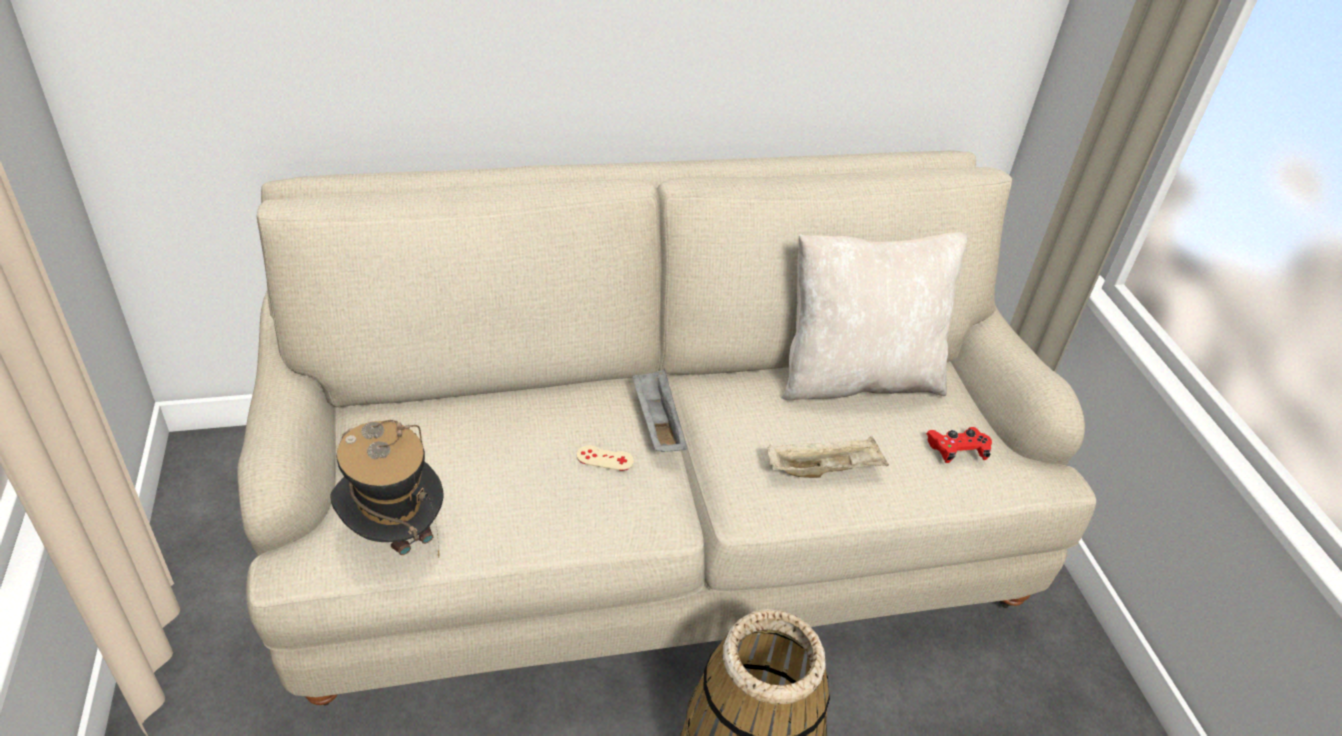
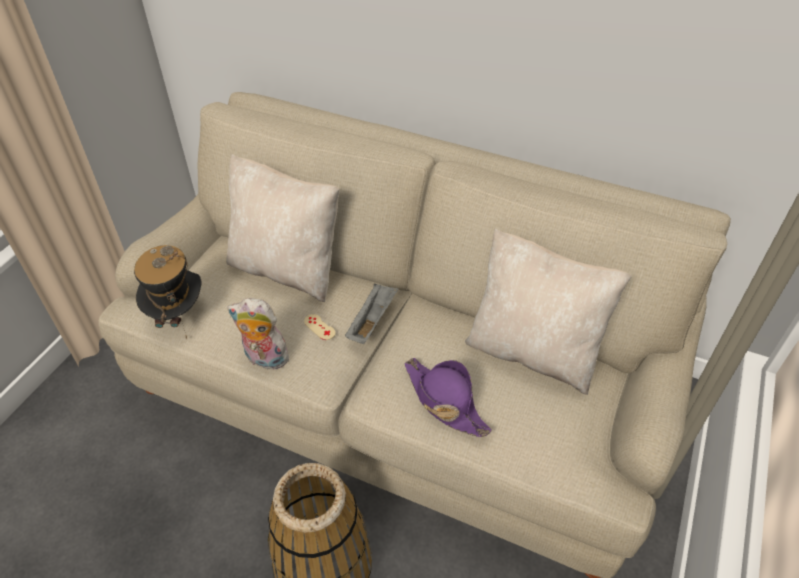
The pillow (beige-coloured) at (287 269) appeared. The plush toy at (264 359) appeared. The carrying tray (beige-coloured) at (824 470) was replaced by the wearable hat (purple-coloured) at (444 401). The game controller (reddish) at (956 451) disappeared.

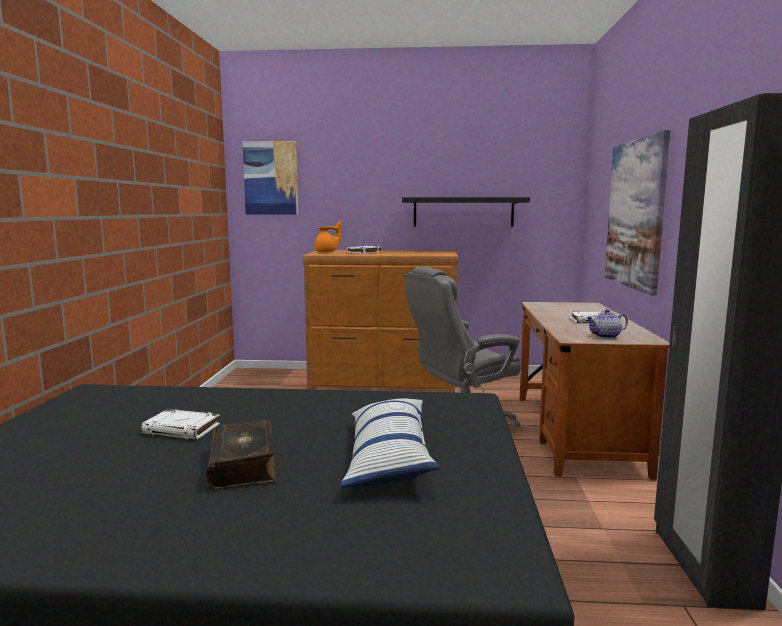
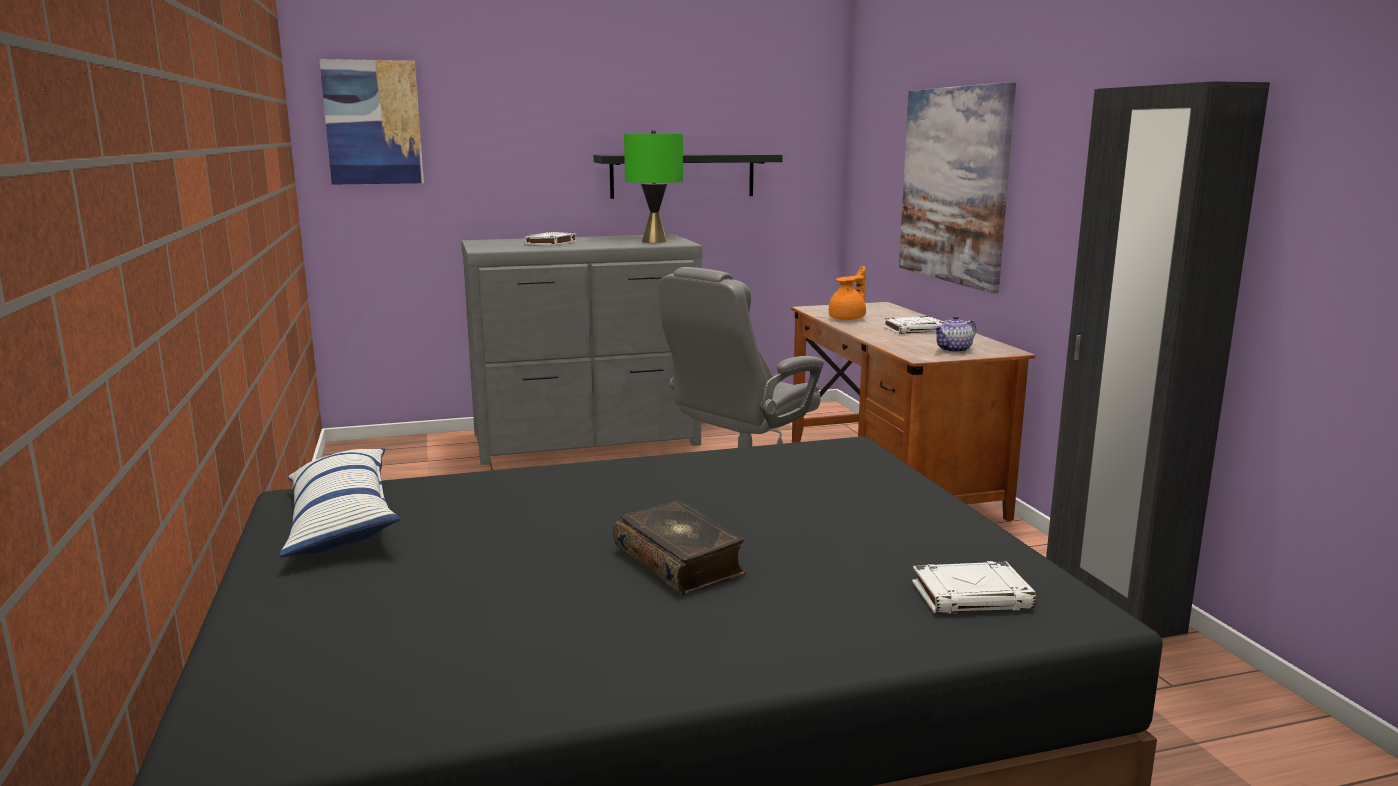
The pillow moved from (388 457) to (341 521). The drawer chest (brownish) at (383 382) became the drawer chest (greyish) at (587 440). The tabletop lamp (green) at (654 241) appeared. The teapot (orange-coloured) moved from (327 251) to (848 318). The book (whitish) moved from (182 429) to (972 595).

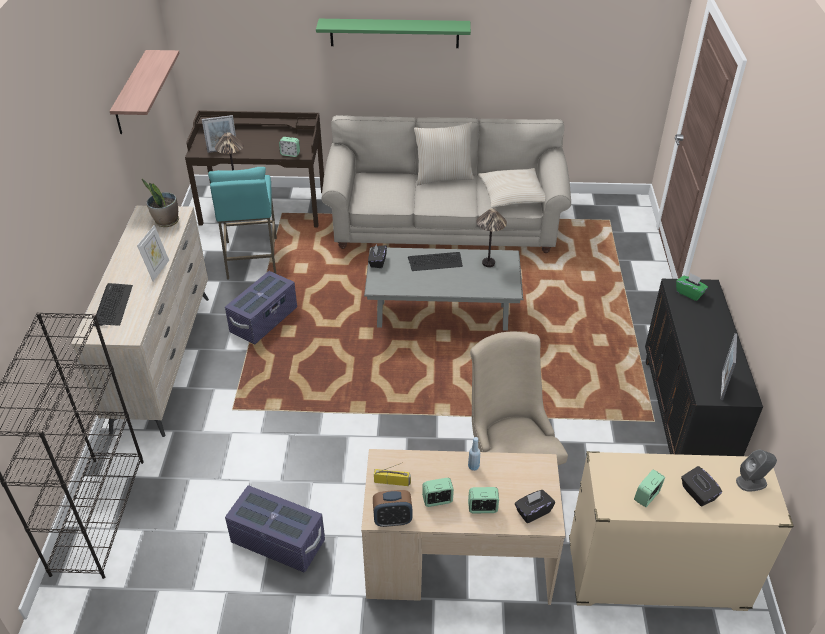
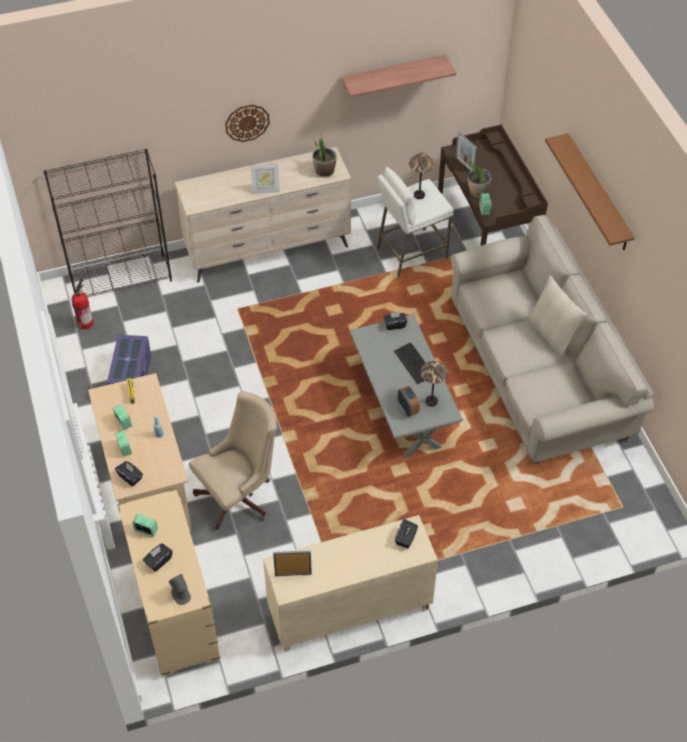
The extinguisher at (85 322) appeared. The clock on the wall at (247 122) appeared. The storage cabinet (black) at (684 420) became the storage cabinet (beige-coloured) at (349 612). The stool (turquoise-coloured) at (251 258) became the stool (whitish) at (411 253). The tissue holder (green) at (689 293) became the tissue holder (black) at (406 538). The bedside clock moved from (392 520) to (407 409). The houseplant at (478 192) appeared. The wall shelf (green) at (394 33) became the wall shelf (brownish) at (598 193). The computer keyboard at (113 305) disappeared. The storage box (purple-coloured) at (264 320) disappeared. The pillow (beige-coloured) at (512 195) disappeared.

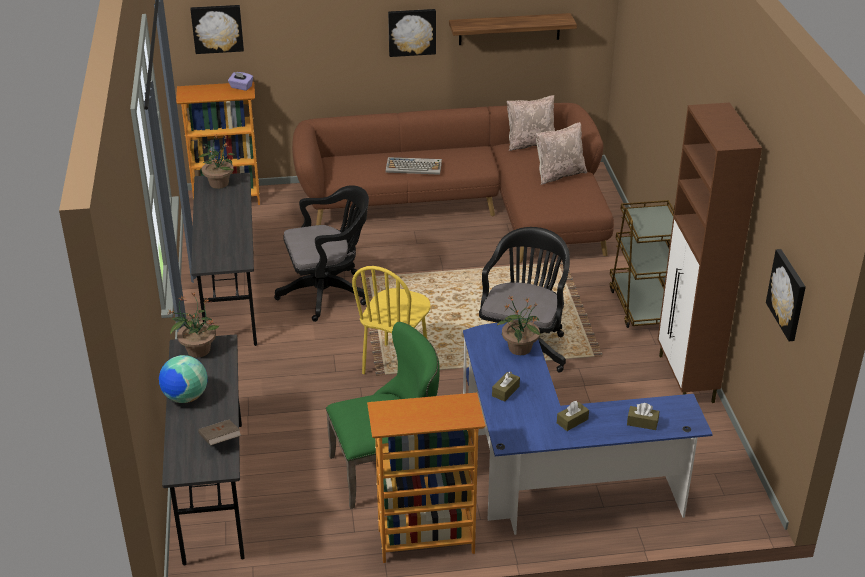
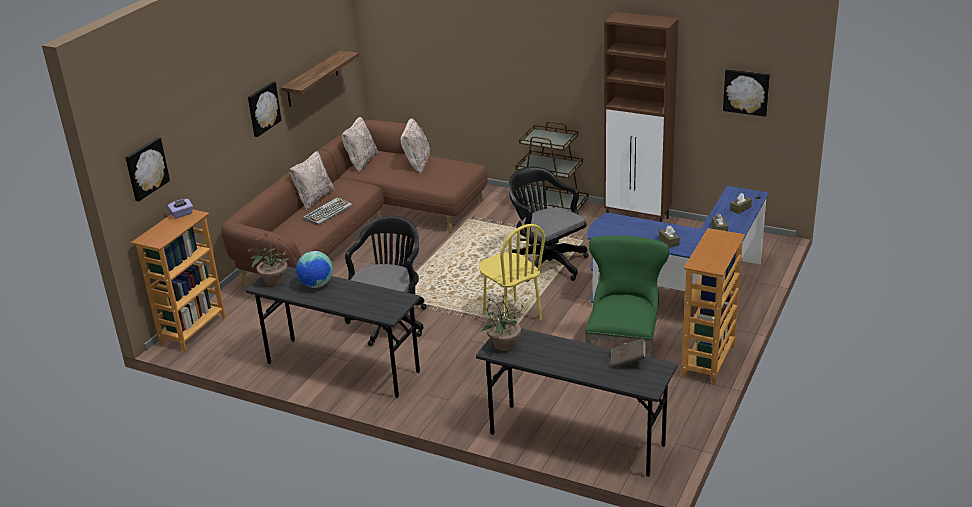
The pillow (beige-coloured) at (314 198) appeared. The globe moved from (185 397) to (316 285). The houseplant at (519 349) disappeared.

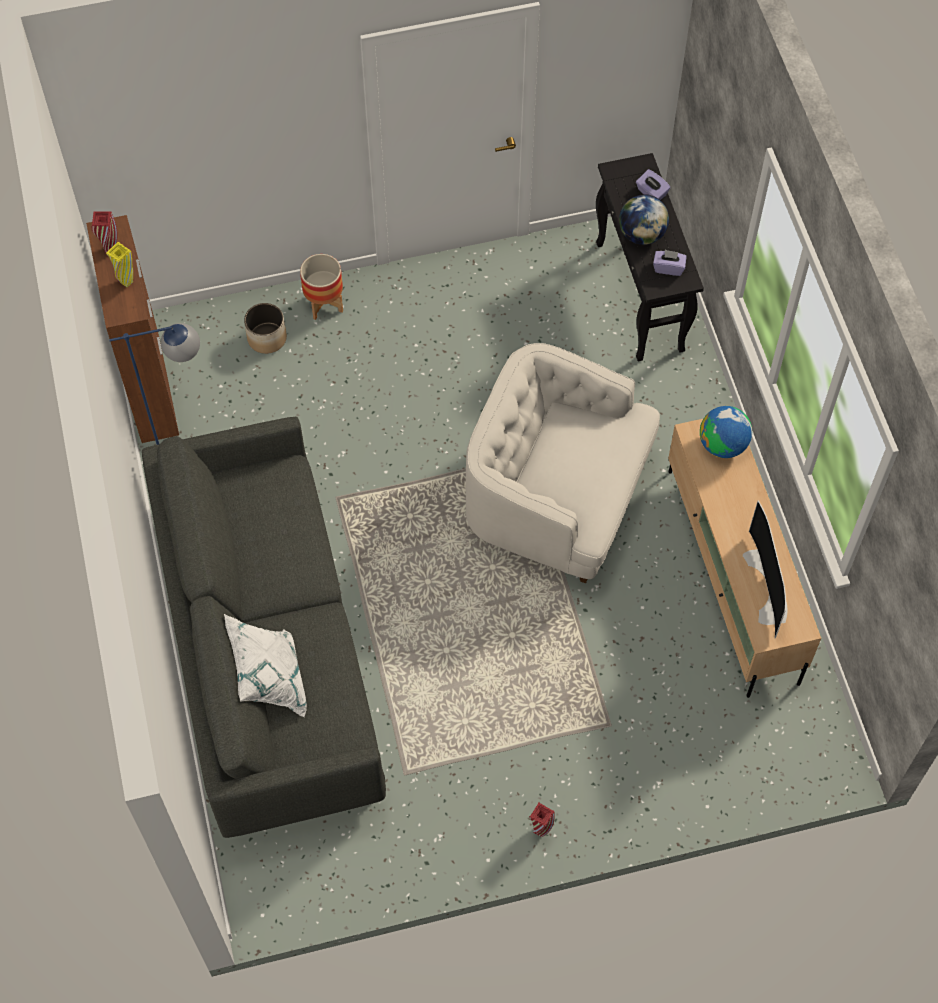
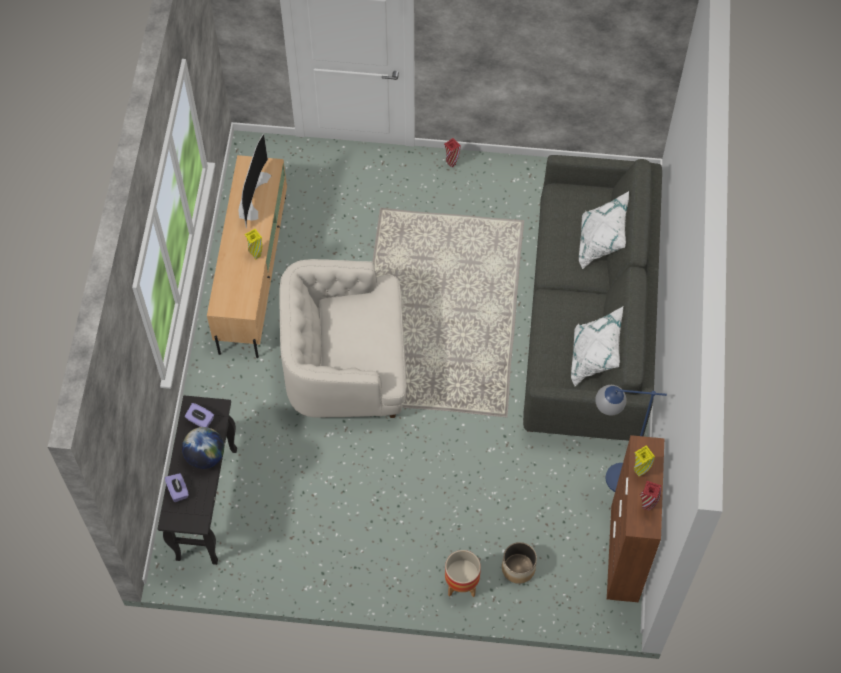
The decorative vase (yellow) at (256 255) appeared. The lounge chair (whitish) at (557 497) turned 135 degrees clockwise. The pillow (whitish) at (594 358) appeared. The globe at (723 445) disappeared.

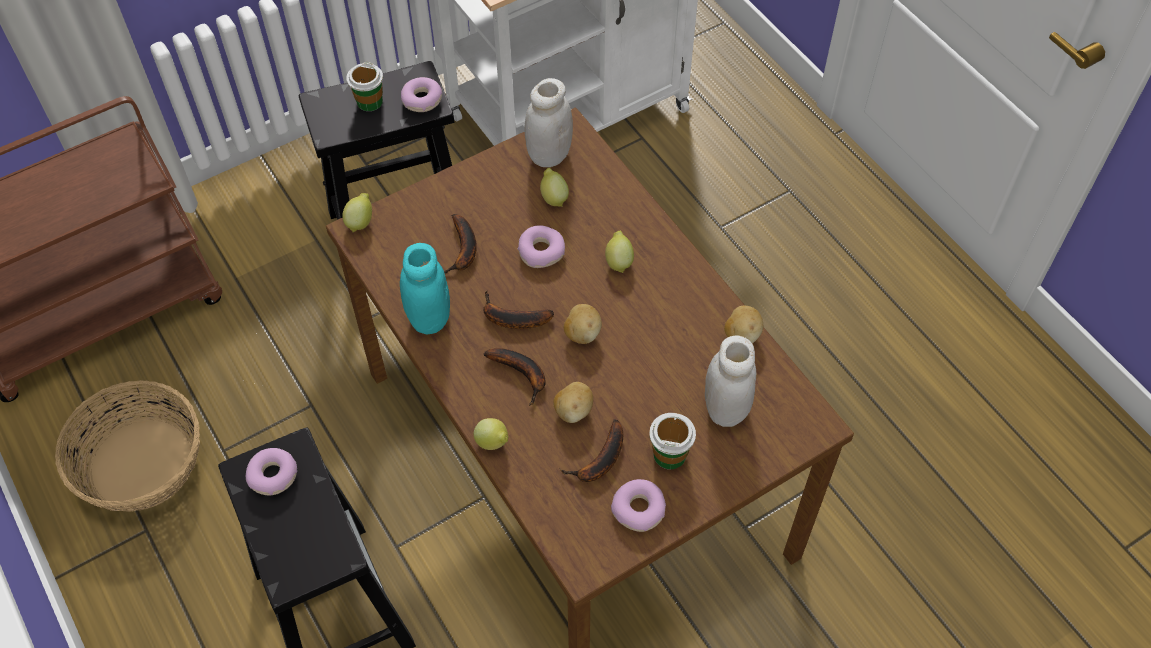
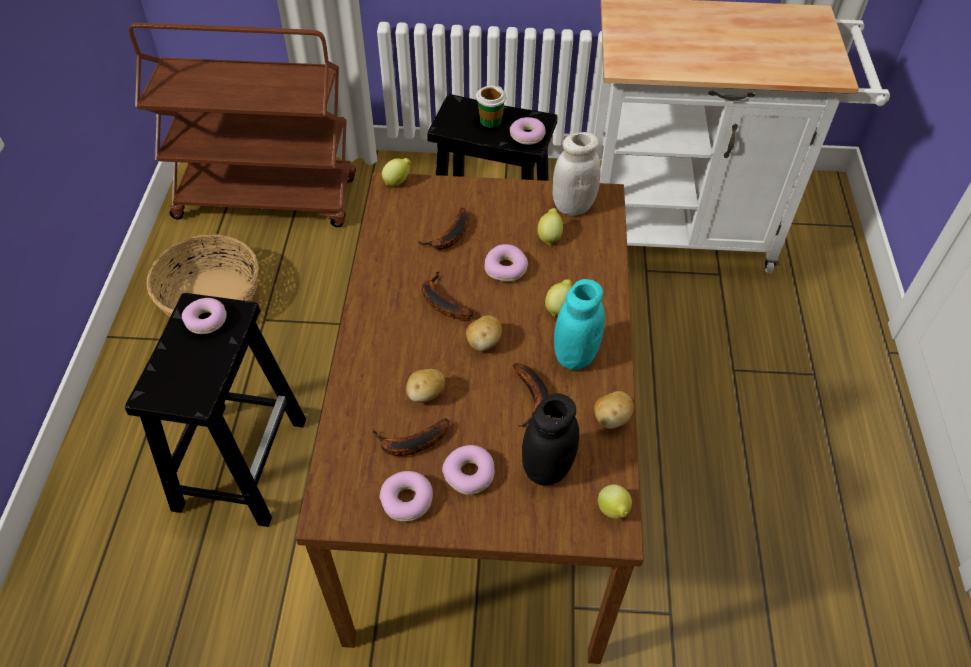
The drinking cup at (669 454) was replaced by the doughnut at (469 474). The banana fruit moved from (522 374) to (533 399). The preserve jar (whitish) at (726 409) became the preserve jar (black) at (547 468). The preserve jar (turquoise-coloured) moved from (429 318) to (575 355). The citrus fruit moved from (493 443) to (613 511).

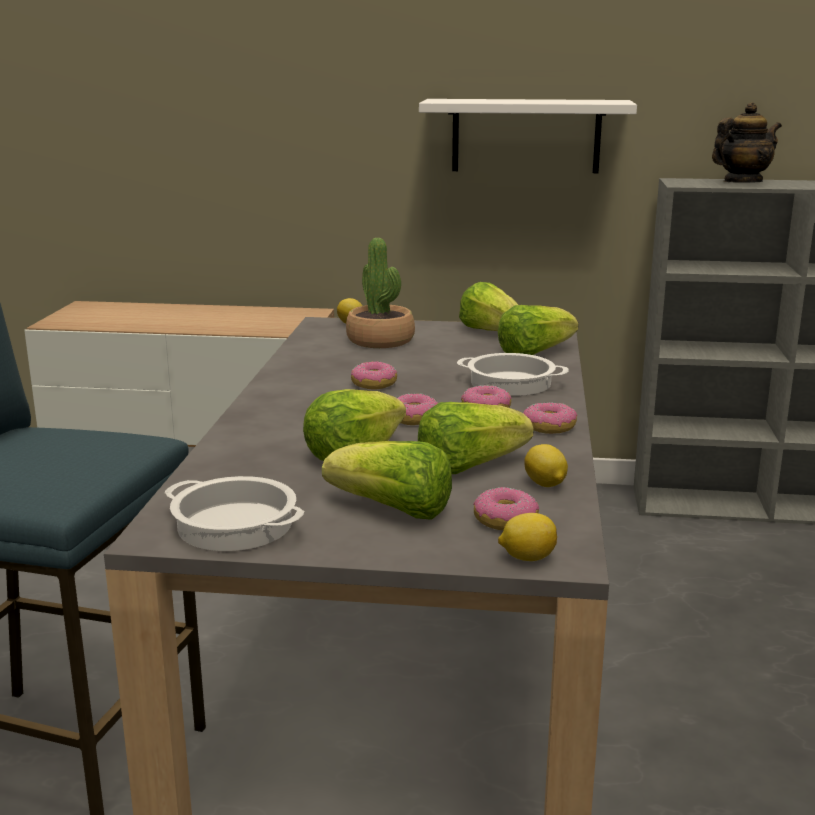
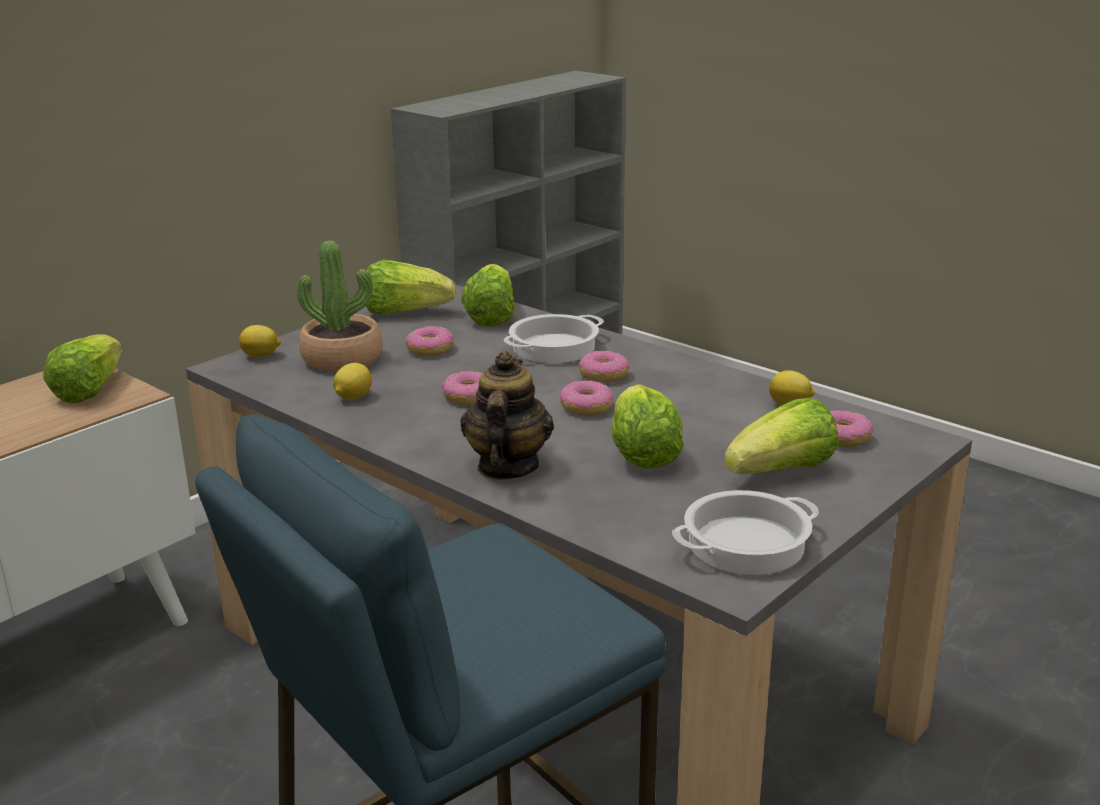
The lettuce moved from (468 467) to (89 390). The citrus fruit moved from (527 557) to (353 397). The doughnut moved from (549 427) to (430 349). The teapot moved from (742 182) to (507 467). The wall shelf (whitish) at (526 136) disappeared.

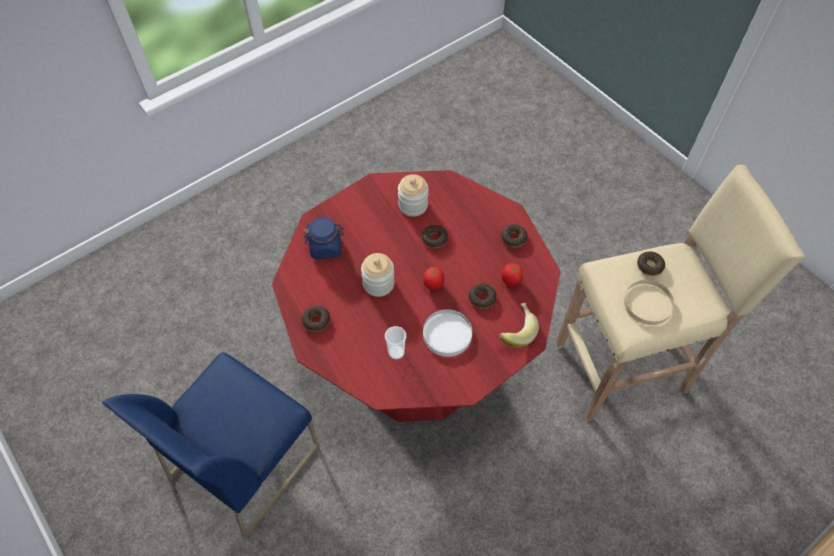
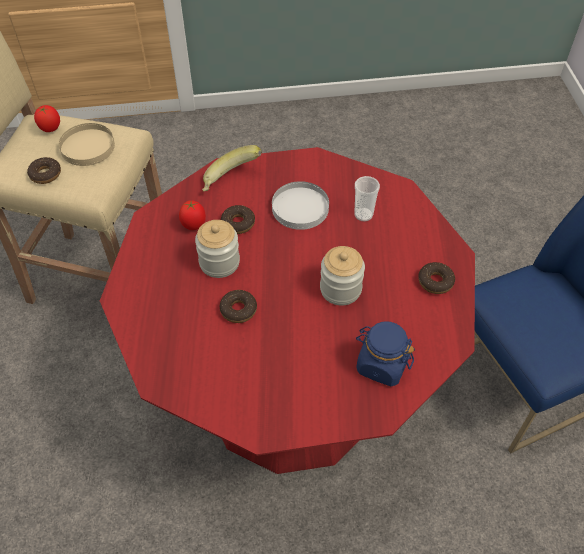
The whole tomato moved from (433 285) to (50 129). The preserve jar moved from (413 205) to (219 262). The doughnut at (513 238) disappeared.

